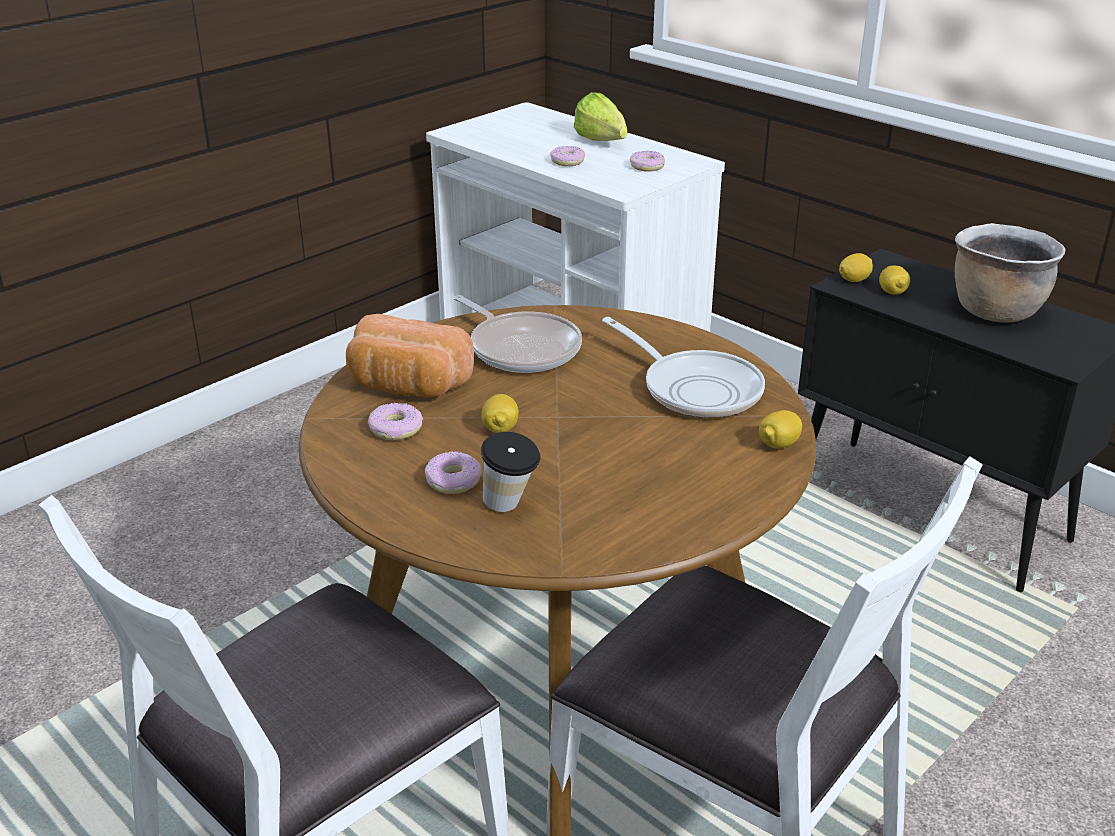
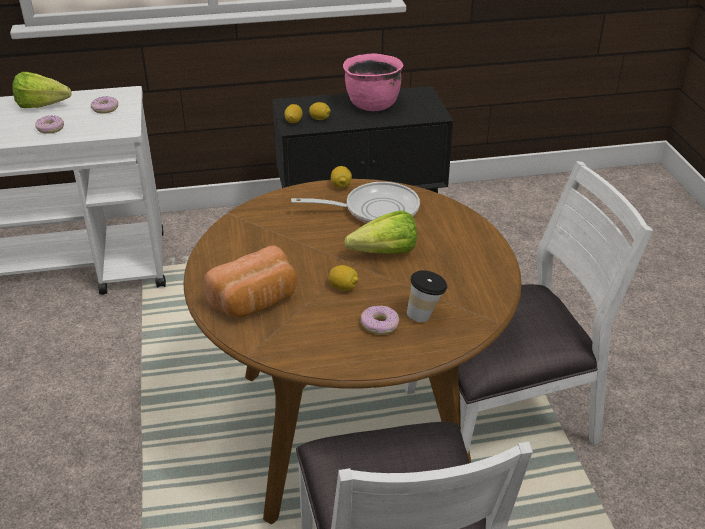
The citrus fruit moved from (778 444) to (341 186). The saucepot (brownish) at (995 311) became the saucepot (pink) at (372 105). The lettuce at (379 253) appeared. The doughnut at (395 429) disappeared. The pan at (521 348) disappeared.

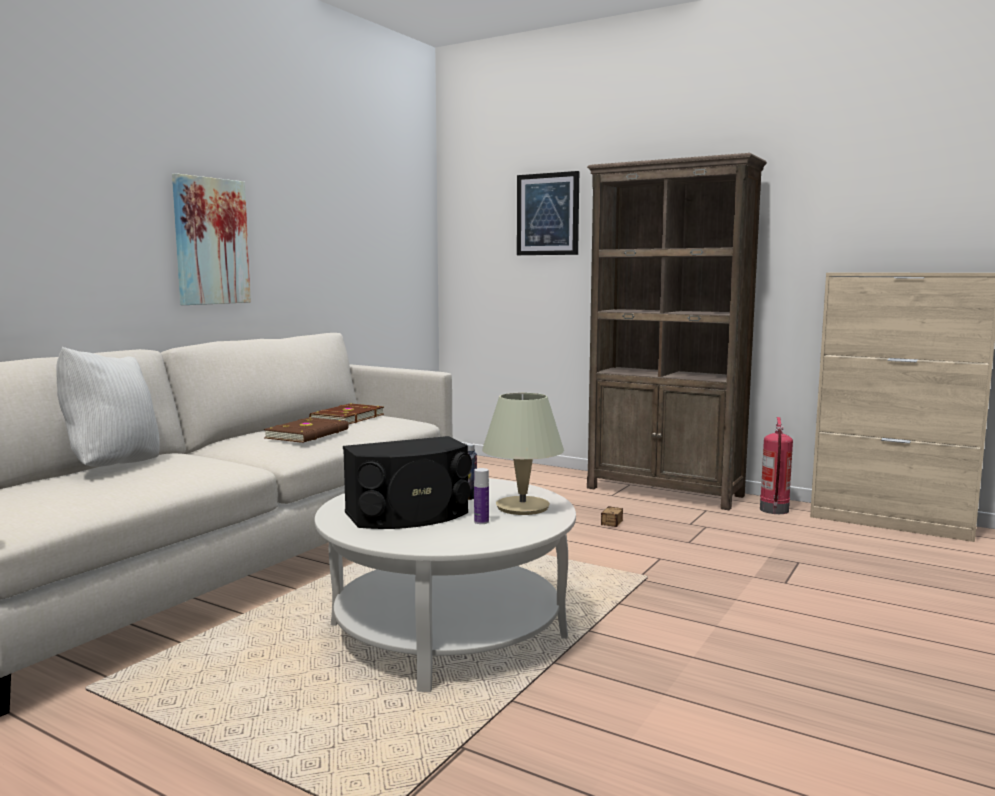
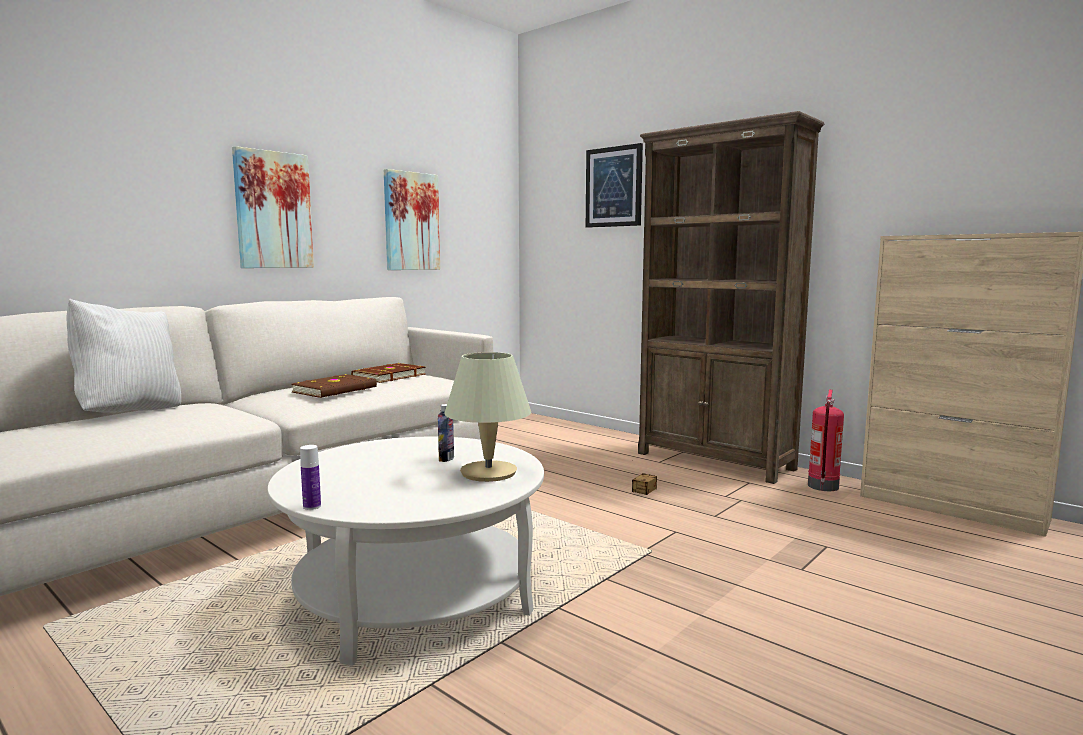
The bottle moved from (481 522) to (312 506). The wall art at (411 221) appeared. The speaker (black) at (409 515) disappeared.

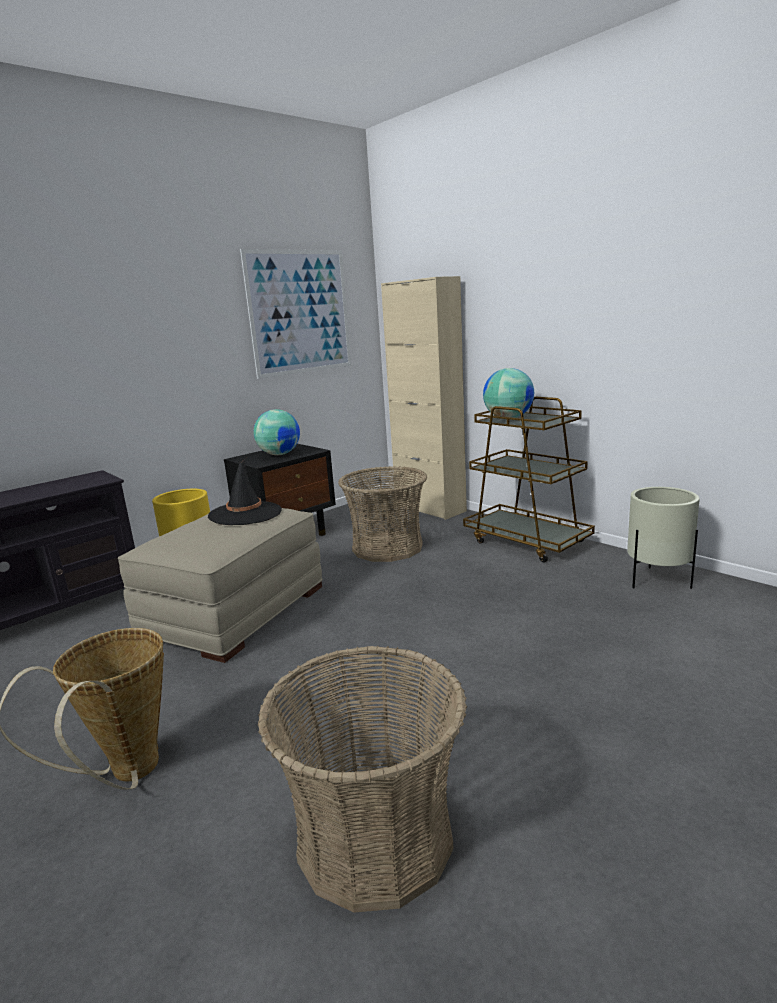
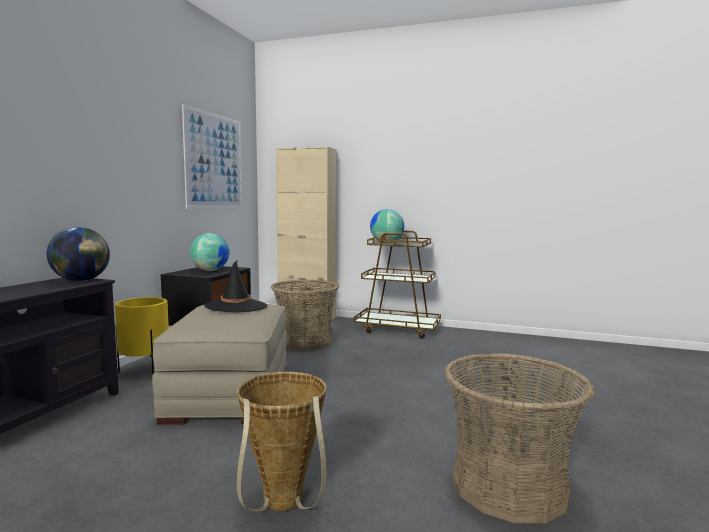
The globe at (81 280) appeared. The plant pot (beige-coloured) at (657 581) disappeared.

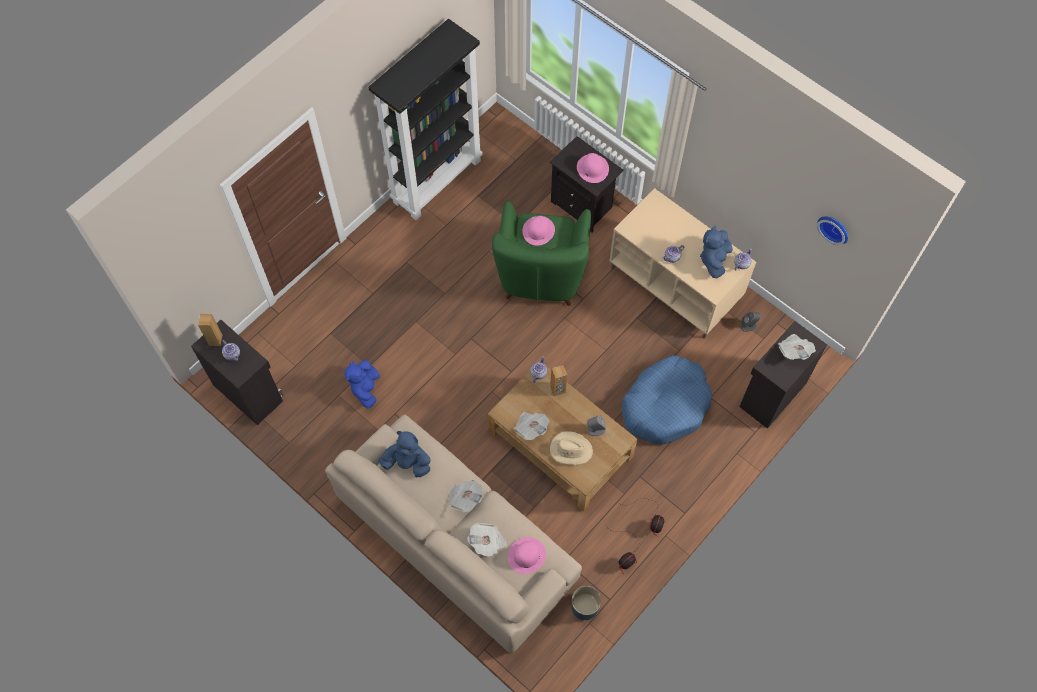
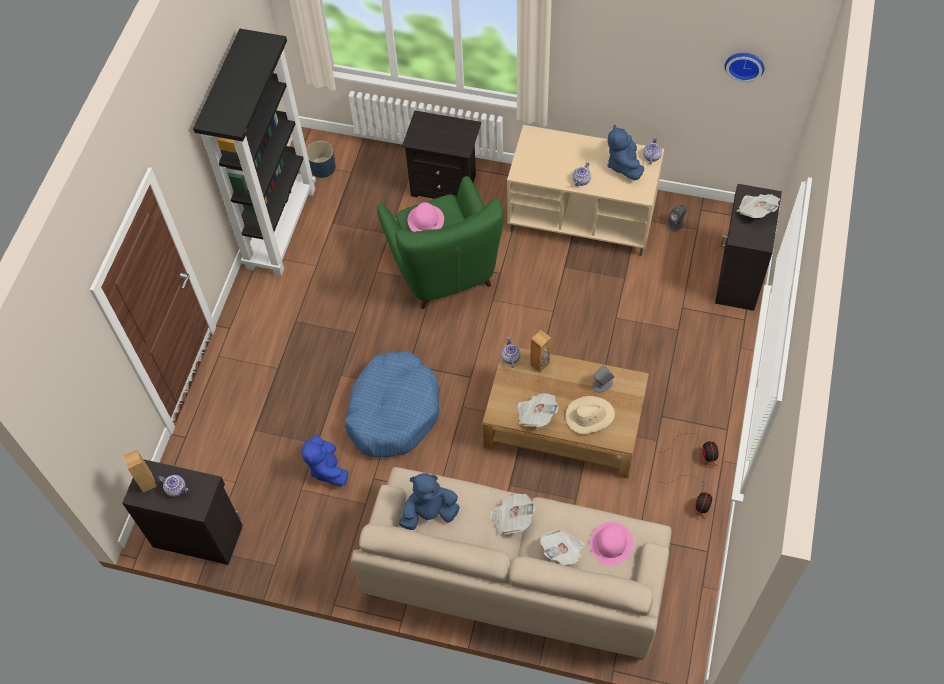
The plant pot (blue) moved from (585 606) to (322 167). The pet bed (blue) moved from (665 405) to (393 411). The wearable hat (pink) at (592 168) disappeared.

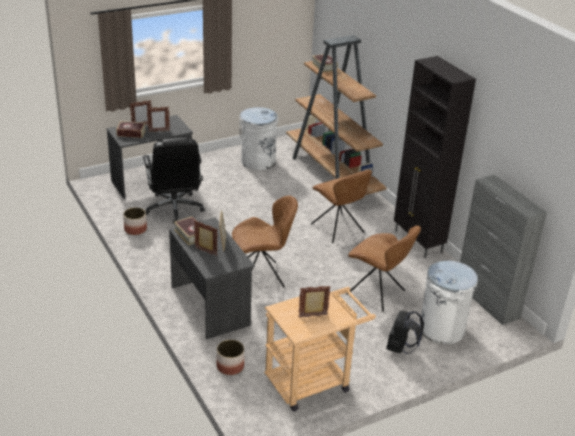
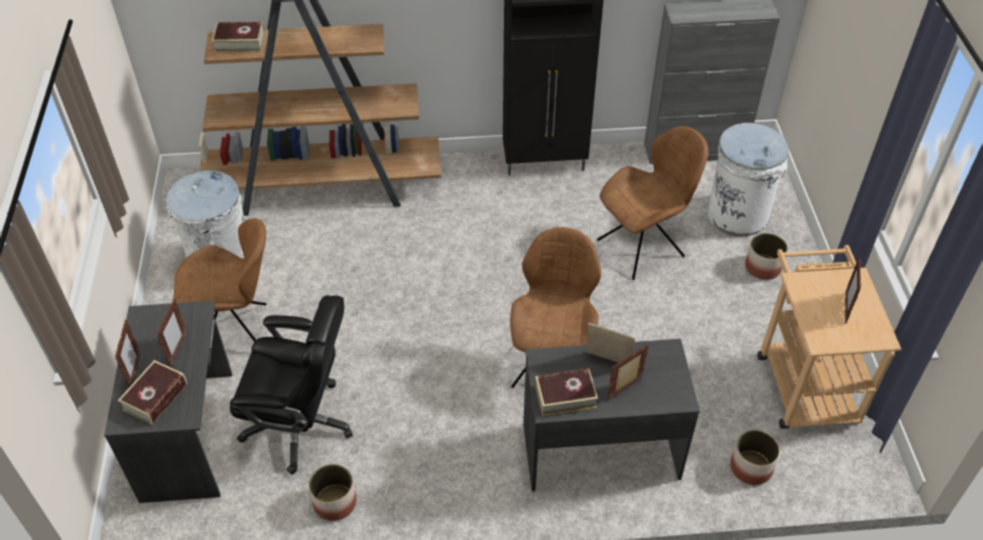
The upright chair (brownish) moved from (338 229) to (236 333). The knapsack (black) at (401 348) was replaced by the plant pot at (763 267).

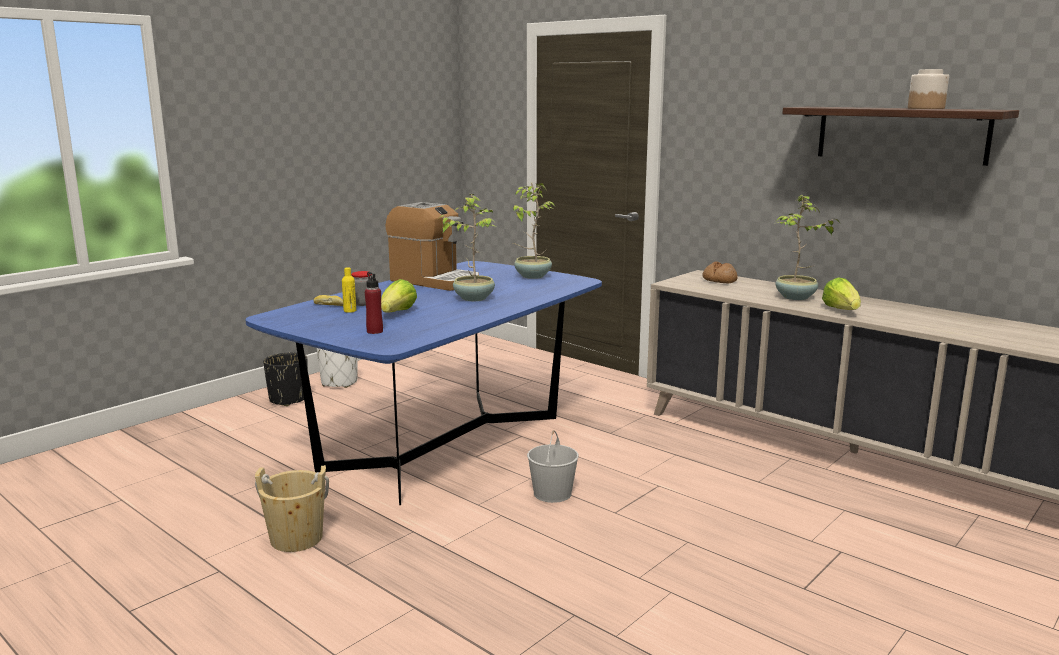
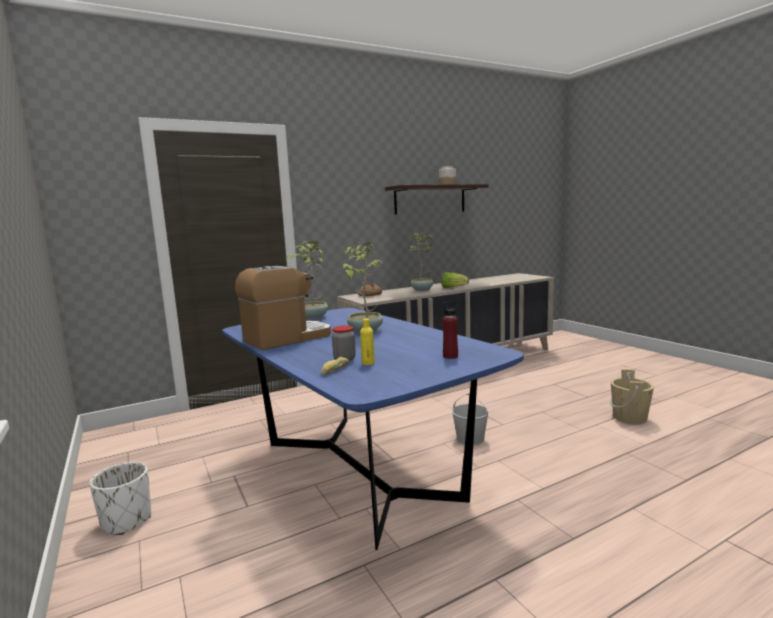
The pail (beige-coloured) moved from (296 538) to (629 418). The plant pot (black) at (288 399) disappeared. The lettuce at (398 313) disappeared.

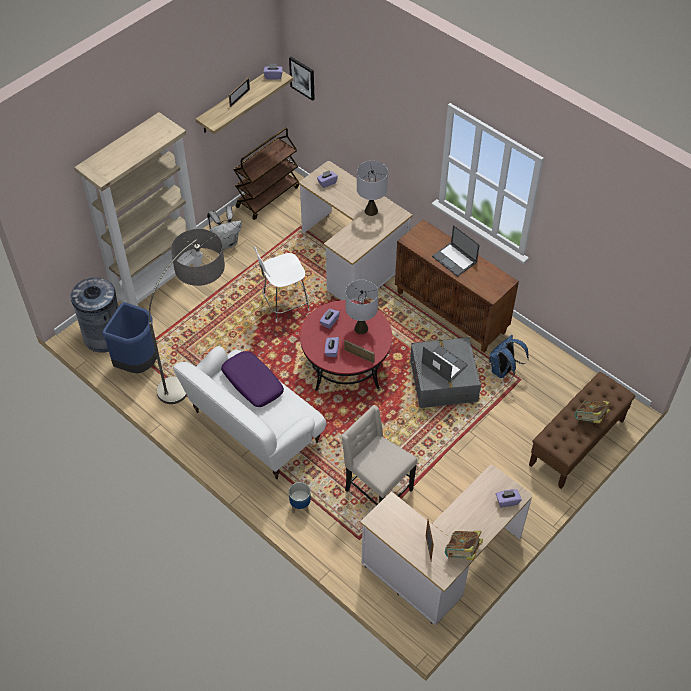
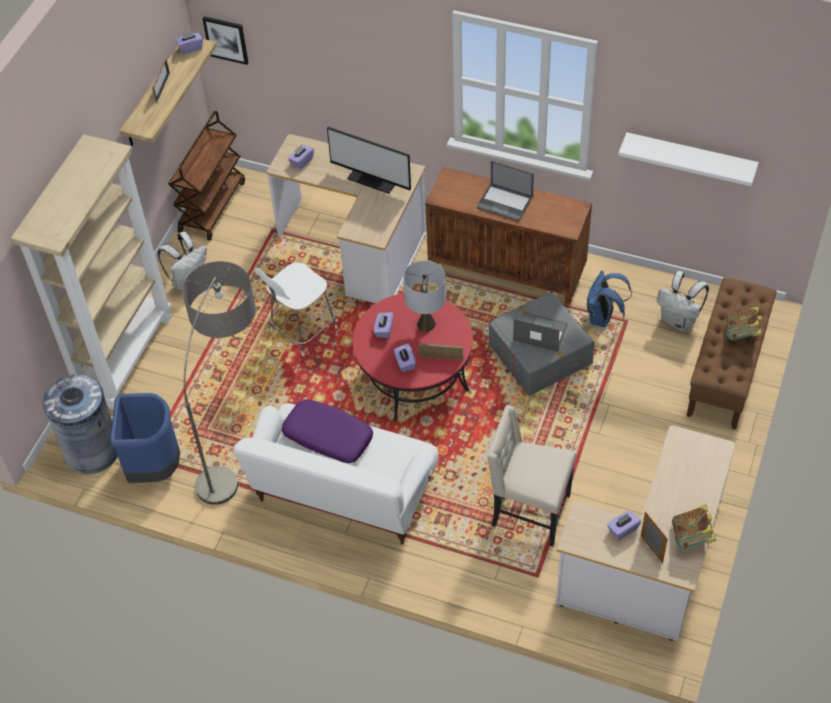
The tabletop lamp (greyish) at (371 211) was replaced by the computer screen at (374 178). The tissue holder (purple-coloured) moved from (507 501) to (622 529). The wall shelf (whitish) at (690 158) appeared. The knapsack (whitish) at (679 320) appeared. The plant pot at (300 505) disappeared.

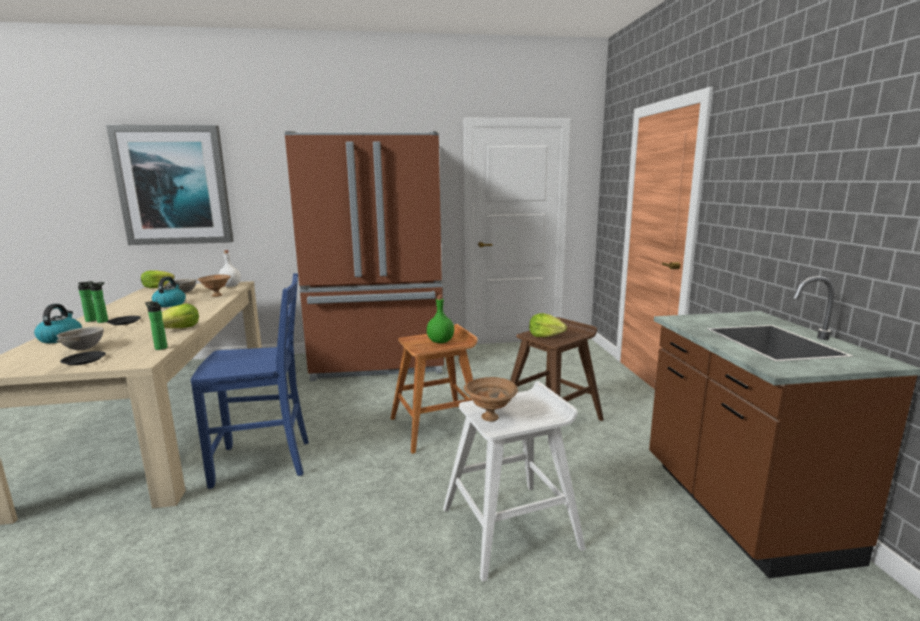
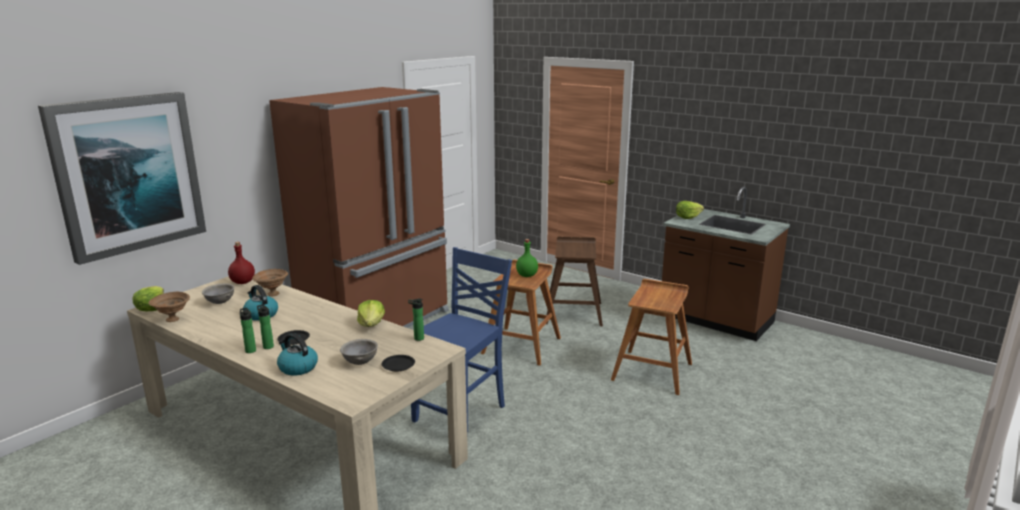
The deep dish (brownish) moved from (491 418) to (173 320). The bottle (whitish) at (230 286) became the bottle (reddish) at (243 282). The stool (whitish) at (511 527) became the stool (brownish) at (652 371). The lettuce moved from (545 335) to (687 217).

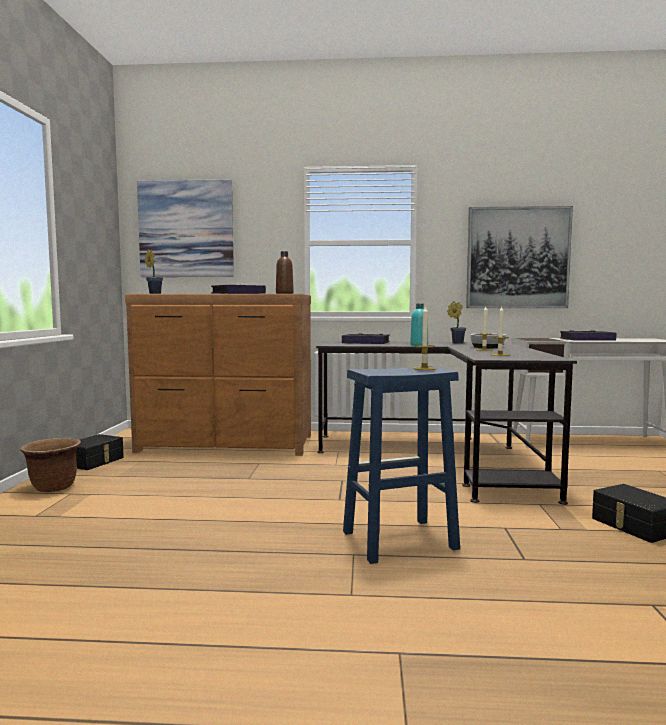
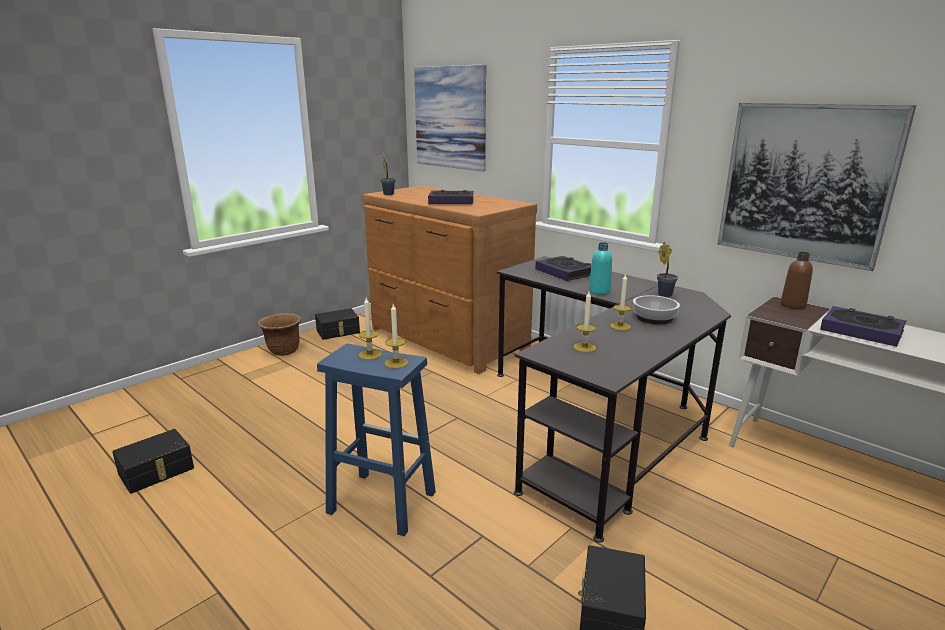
The storage box (black) at (157 471) appeared. The wax candle at (370 354) appeared. The bottle (brownish) moved from (284 293) to (793 305).

